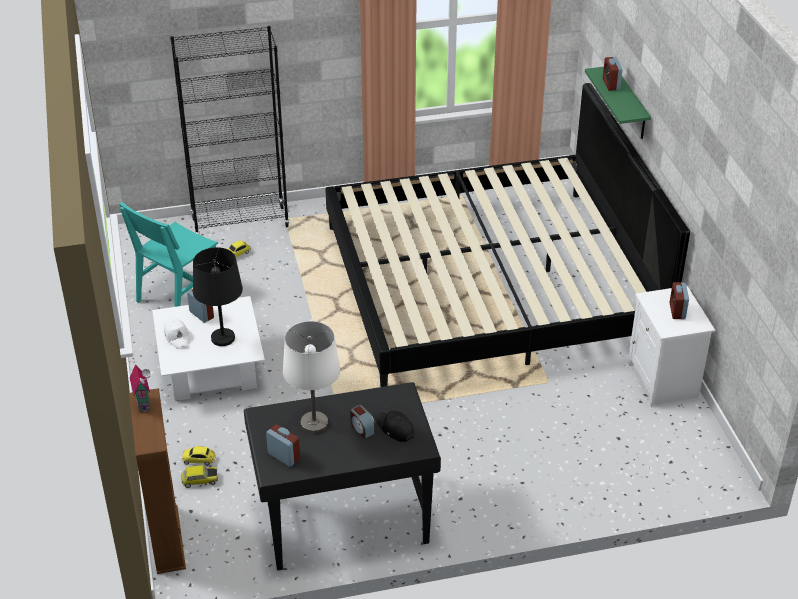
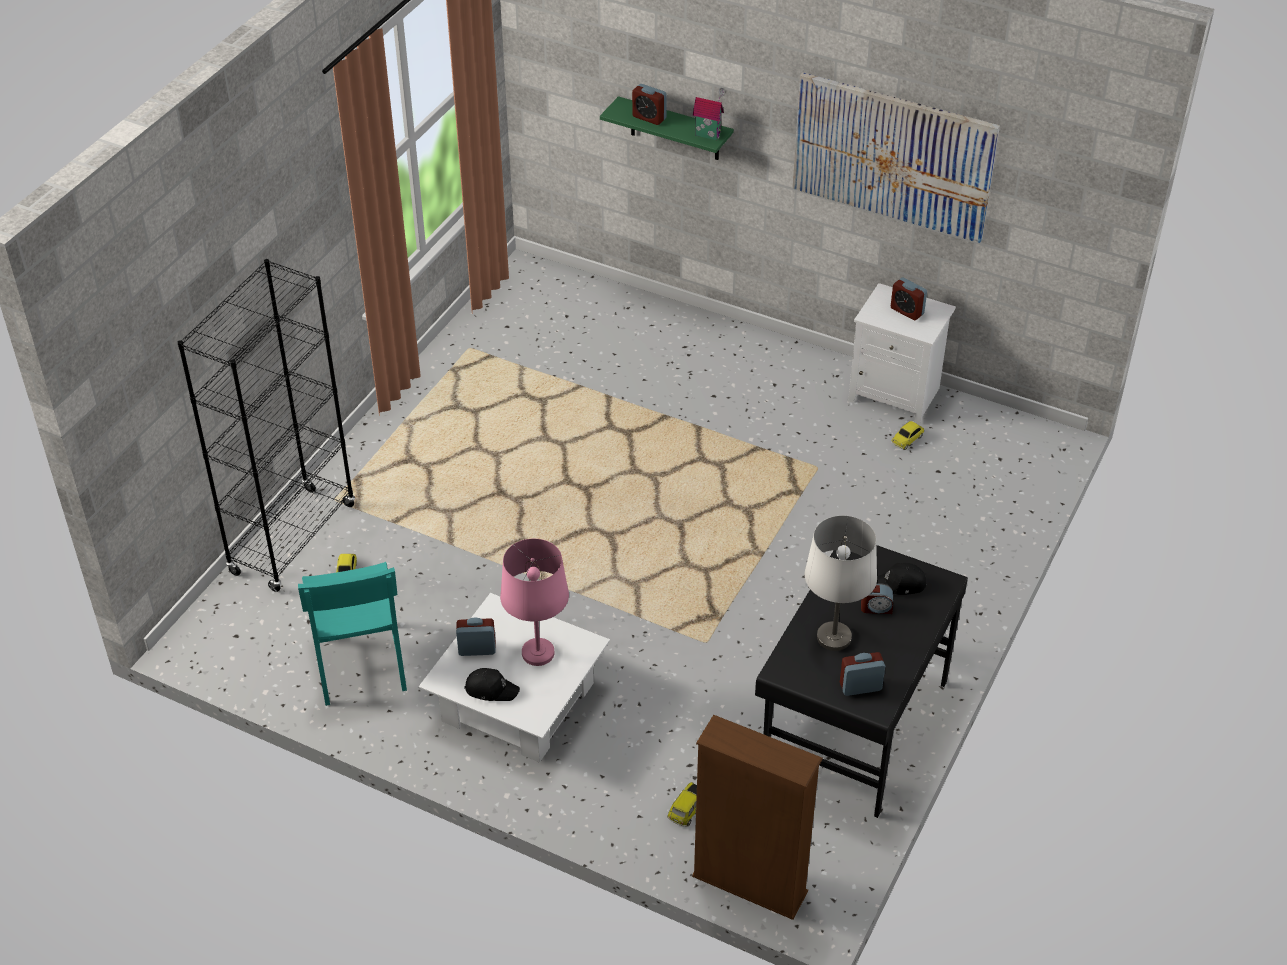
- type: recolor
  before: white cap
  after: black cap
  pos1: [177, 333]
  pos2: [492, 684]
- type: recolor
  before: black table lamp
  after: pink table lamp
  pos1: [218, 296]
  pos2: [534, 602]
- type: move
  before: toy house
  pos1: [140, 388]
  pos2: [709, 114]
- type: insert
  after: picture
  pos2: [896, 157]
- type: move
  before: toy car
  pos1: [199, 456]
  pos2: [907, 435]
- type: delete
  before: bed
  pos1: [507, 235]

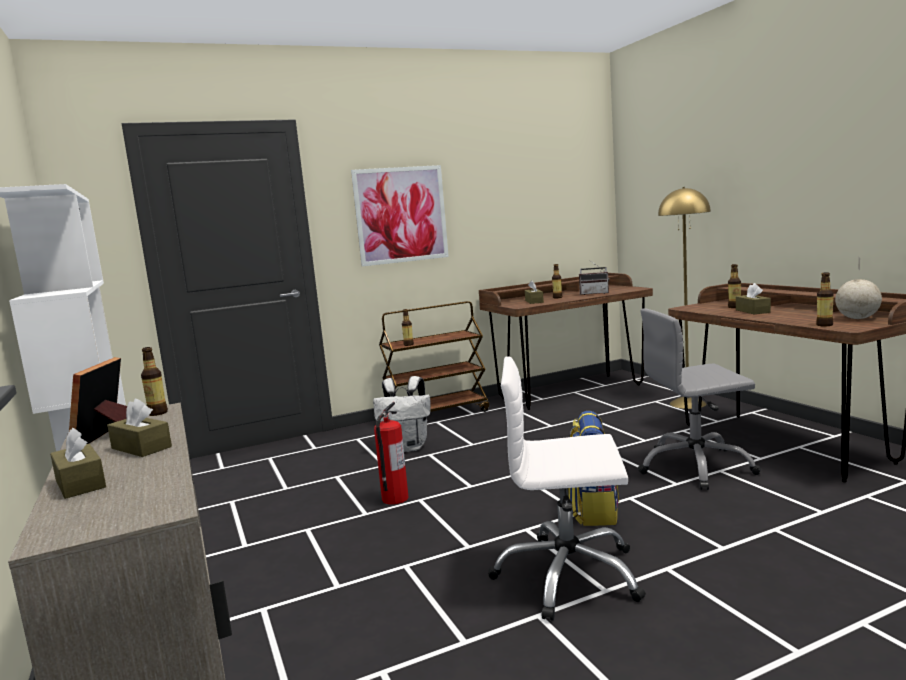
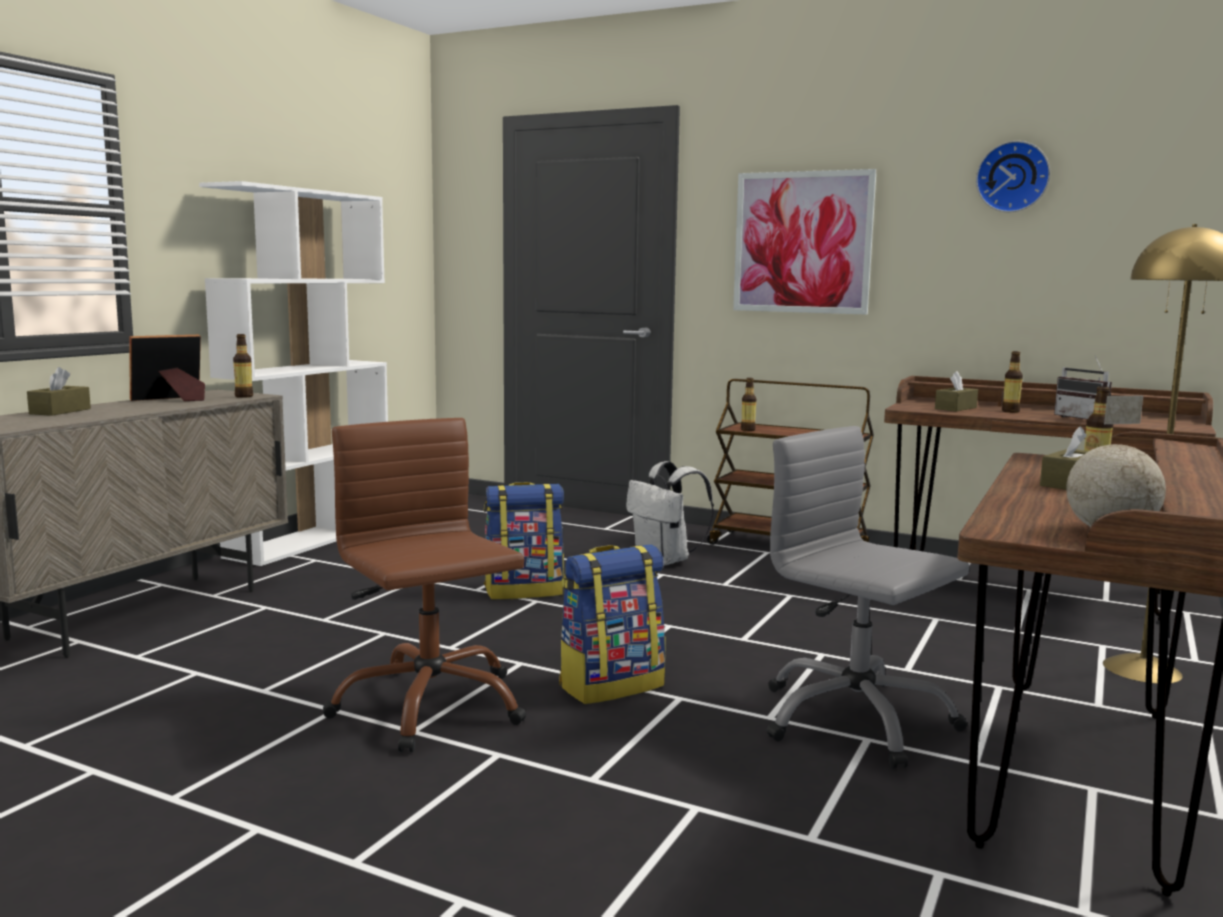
- type: recolor
  before: white office chair
  after: brown office chair
  pos1: [567, 489]
  pos2: [425, 585]
- type: replace
  before: fire extinguisher
  after: backpack
  pos1: [391, 453]
  pos2: [524, 540]
- type: insert
  after: wall clock
  pos2: [1013, 176]
- type: delete
  before: brown tissue box
  pos1: [139, 428]
- type: delete
  before: bottle
  pos1: [825, 299]

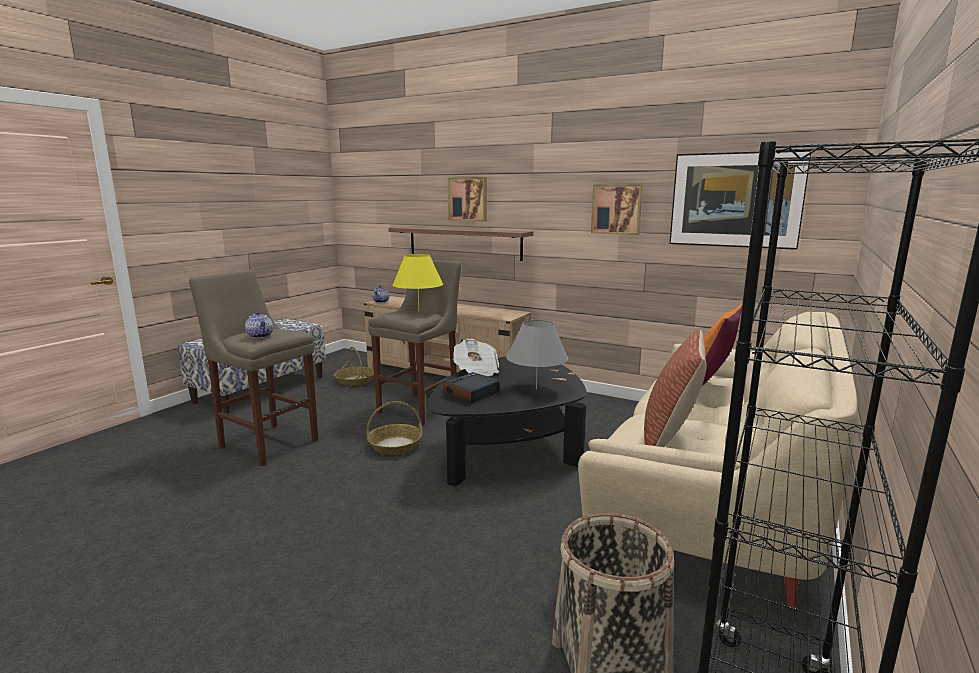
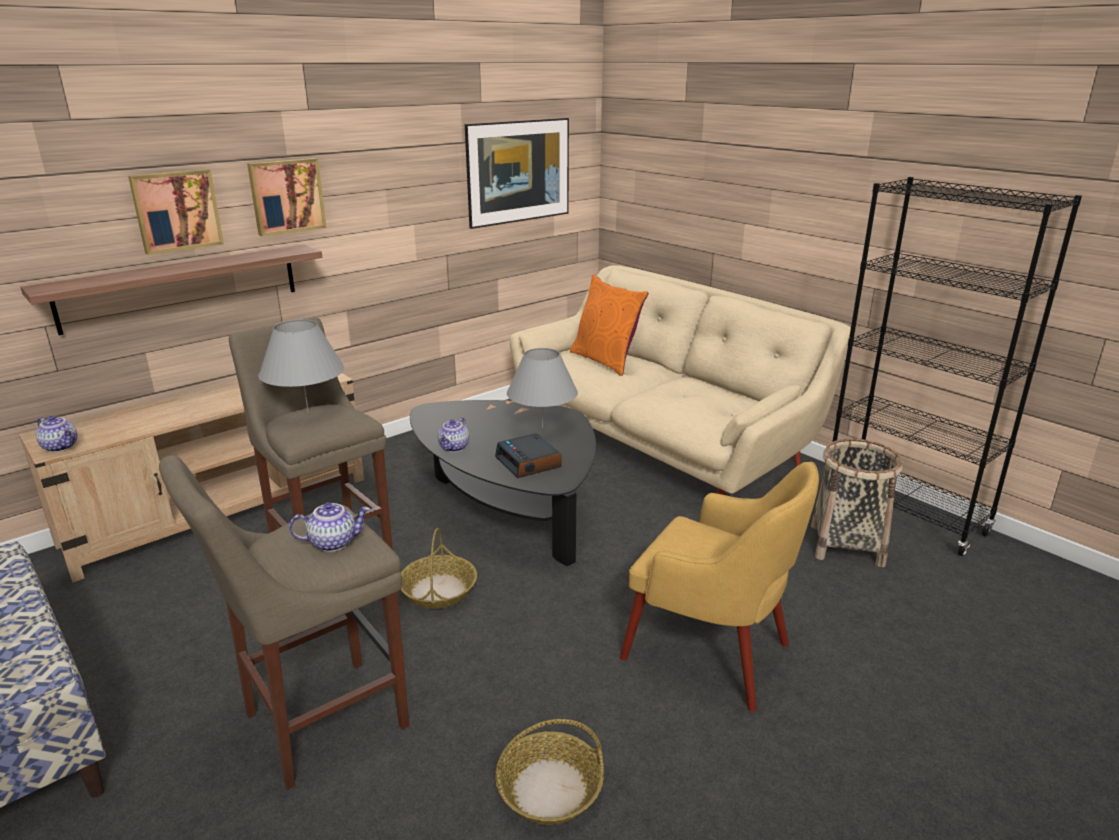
- type: move
  before: picture
  pos1: [617, 209]
  pos2: [287, 197]
- type: recolor
  before: yellow table lamp
  after: grey table lamp
  pos1: [418, 281]
  pos2: [302, 365]
- type: replace
  before: newspaper
  after: teapot
  pos1: [476, 357]
  pos2: [453, 434]
- type: move
  before: basket
  pos1: [354, 366]
  pos2: [549, 772]
- type: insert
  after: yellow armchair
  pos2: [719, 587]
- type: delete
  before: pillow
  pos1: [675, 388]

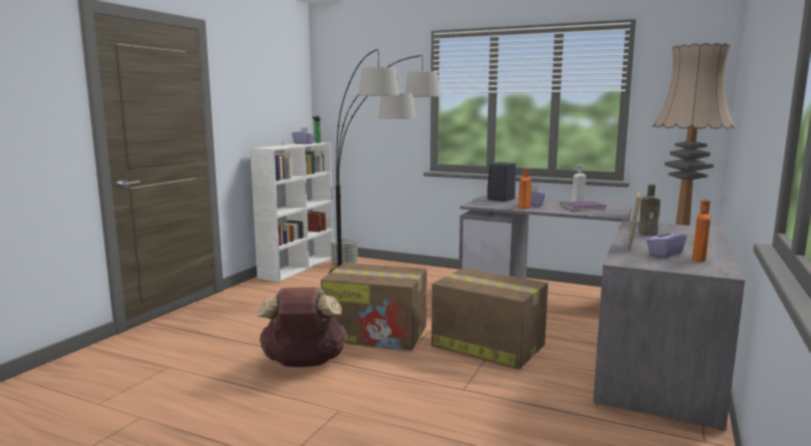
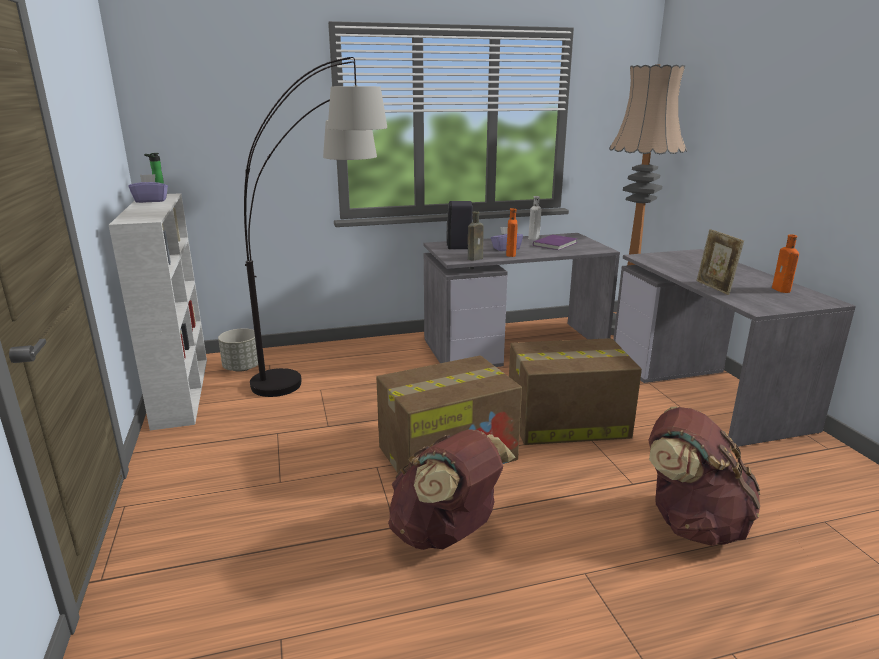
- type: move
  before: brown bottle
  pos1: [649, 209]
  pos2: [476, 235]
- type: insert
  after: brown backpack
  pos2: [704, 476]
- type: delete
  before: purple tissue box
  pos1: [666, 240]

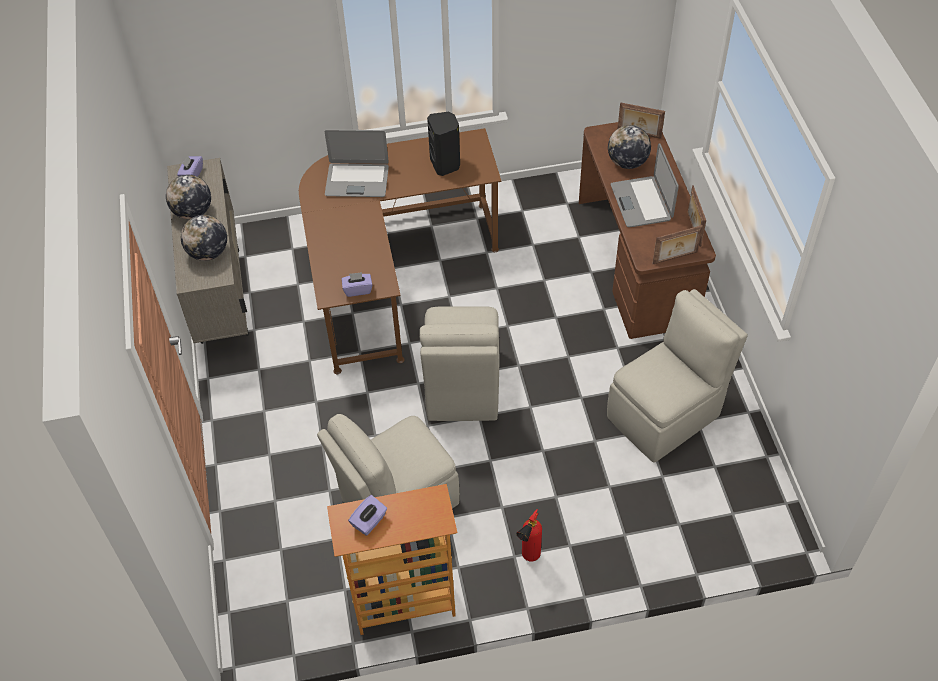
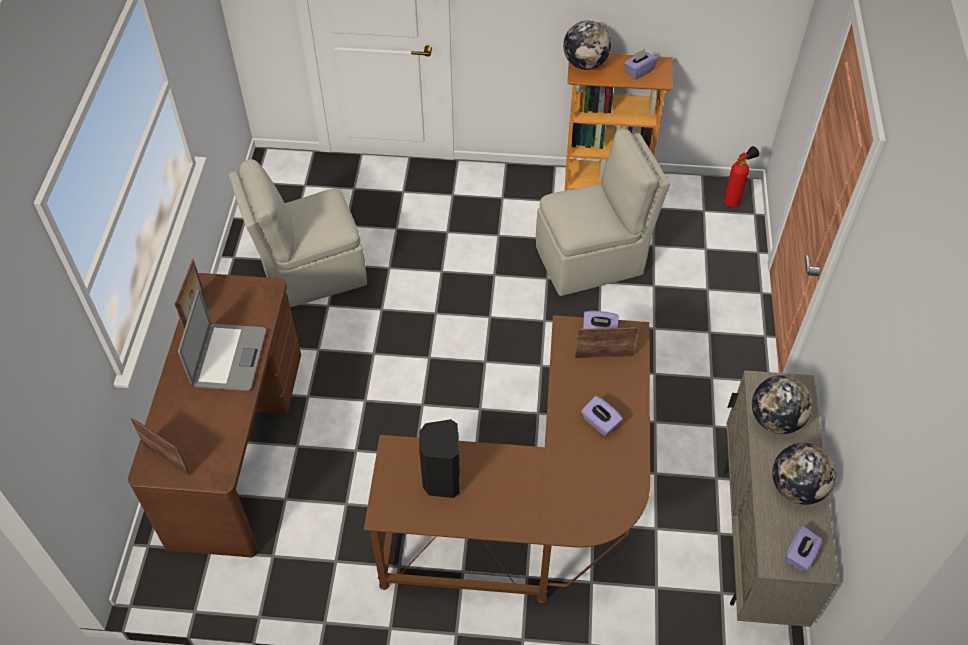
- type: move
  before: globe
  pos1: [629, 147]
  pos2: [587, 45]
- type: move
  before: picture frame
  pos1: [677, 244]
  pos2: [607, 342]
- type: insert
  after: purple tissue box
  pos2: [602, 416]
- type: move
  before: fire extinguisher
  pos1: [529, 535]
  pos2: [741, 177]
- type: delete
  before: laptop
  pos1: [357, 163]
- type: delete
  before: beige chair
  pos1: [459, 363]

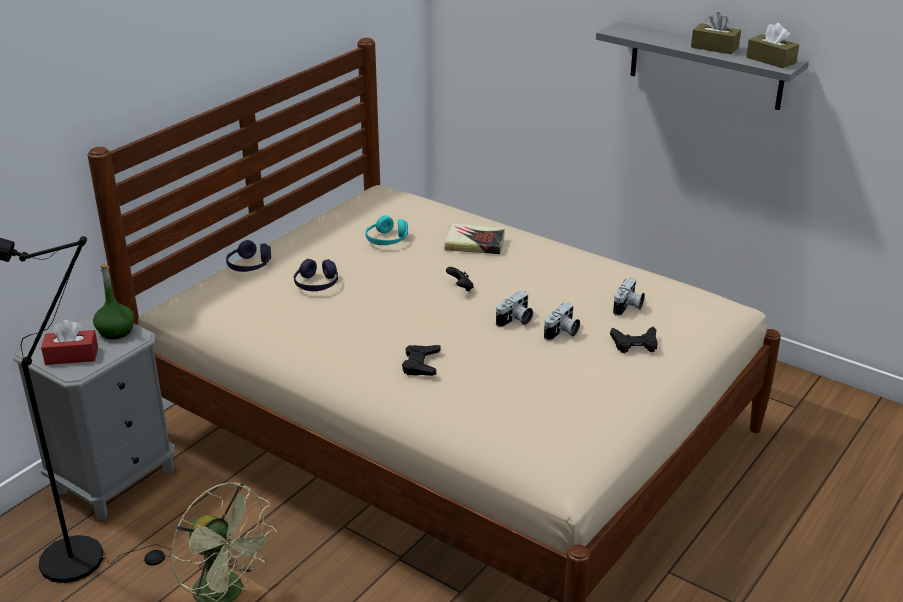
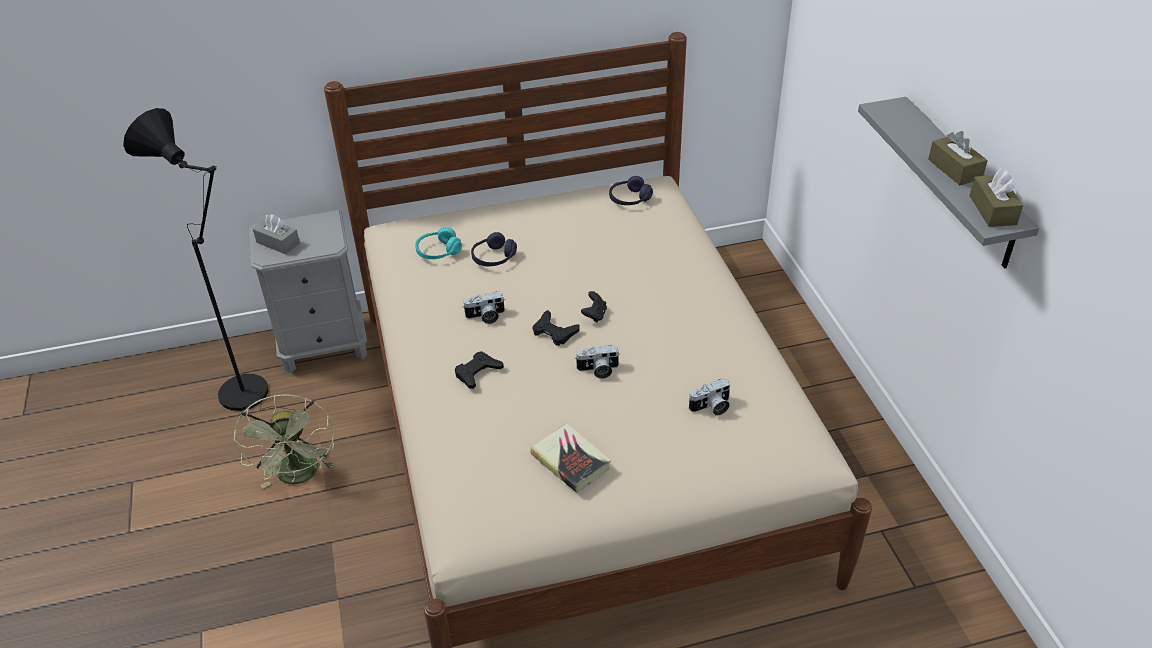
- type: recolor
  before: red tissue box
  after: grey tissue box
  pos1: [69, 342]
  pos2: [276, 234]
- type: move
  before: turquoise headphones
  pos1: [387, 230]
  pos2: [438, 243]
- type: move
  before: photo camera
  pos1: [562, 321]
  pos2: [484, 307]
- type: move
  before: book
  pos1: [474, 238]
  pos2: [571, 458]
- type: move
  before: black game controller
  pos1: [634, 340]
  pos2: [555, 328]
- type: move
  before: purple headphones
  pos1: [248, 256]
  pos2: [631, 190]
- type: delete
  before: green bottle
  pos1: [114, 301]

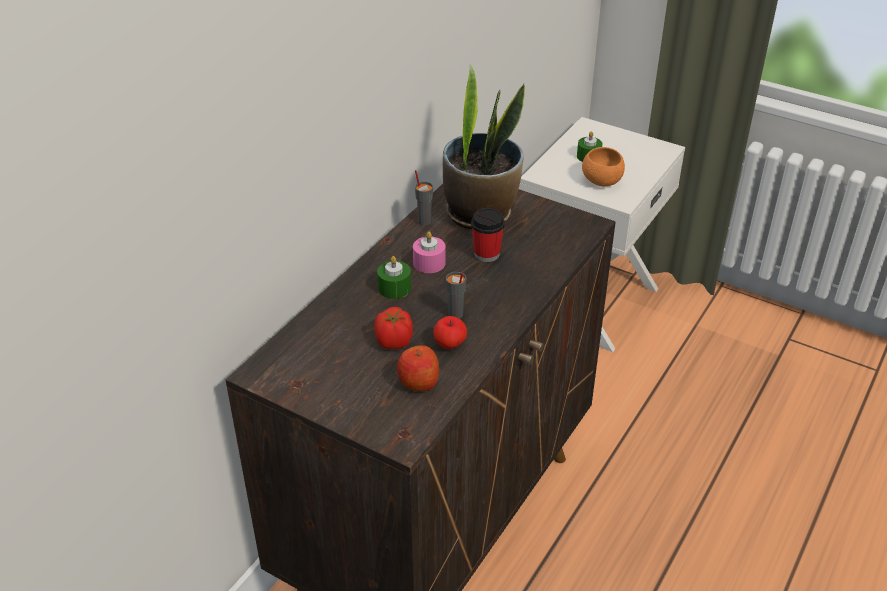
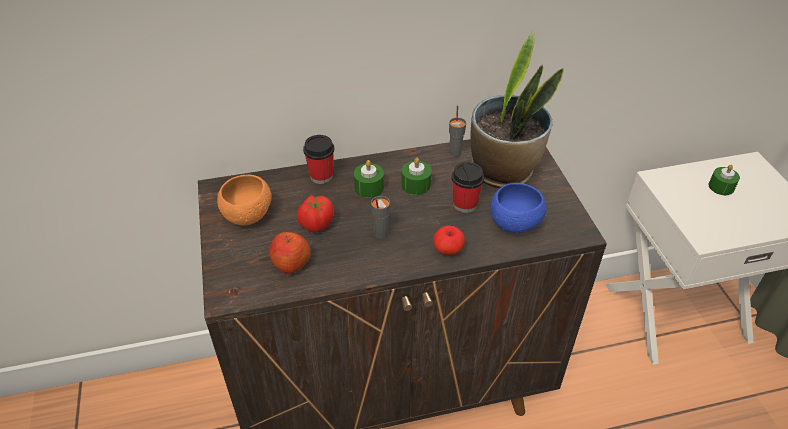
- type: move
  before: orange bowl
  pos1: [603, 167]
  pos2: [244, 200]
- type: insert
  after: cup
  pos2: [318, 159]
- type: recolor
  before: pink candle
  after: green candle
  pos1: [429, 252]
  pos2: [416, 176]
- type: move
  before: apple
  pos1: [450, 332]
  pos2: [449, 240]
- type: insert
  after: blue bowl
  pos2: [518, 208]

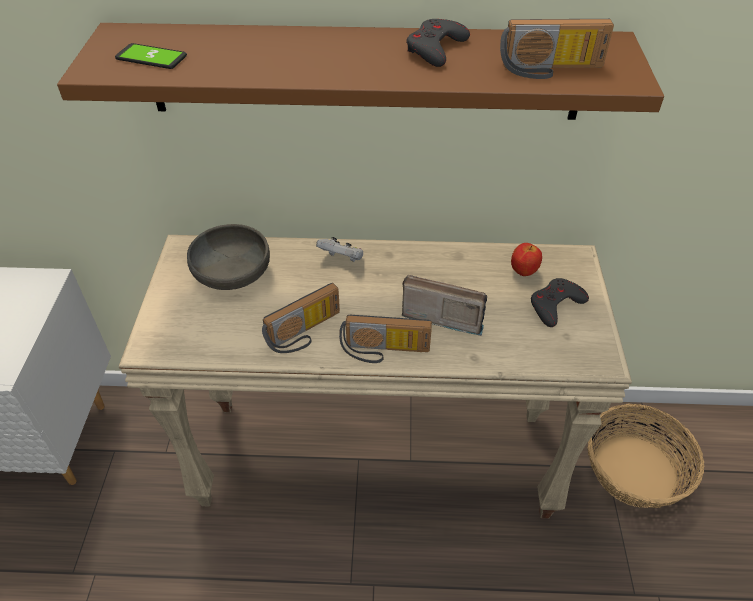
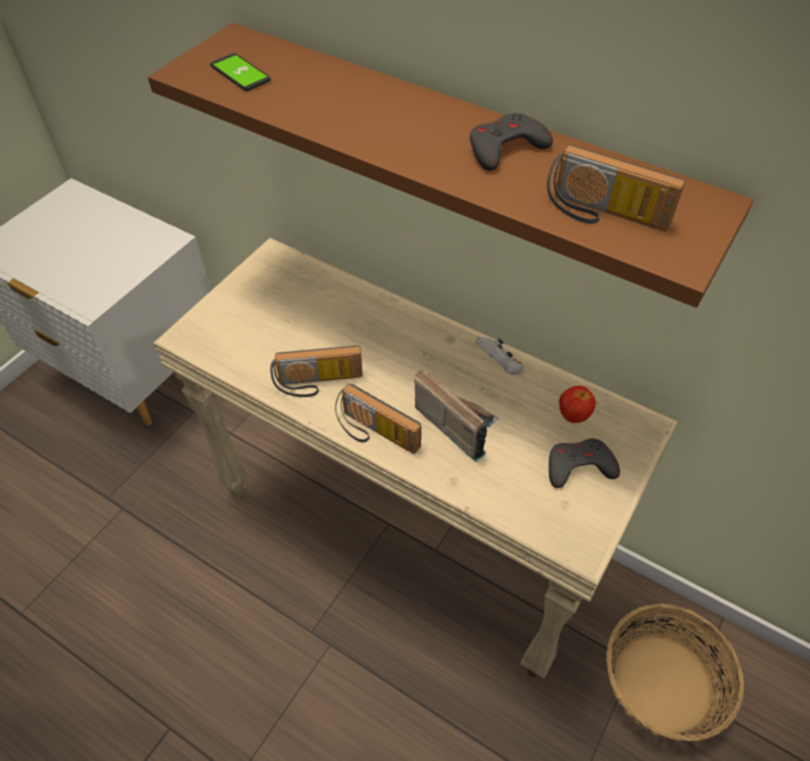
- type: move
  before: white game controller
  pos1: [339, 249]
  pos2: [499, 356]
- type: delete
  before: grey bowl
  pos1: [228, 257]

